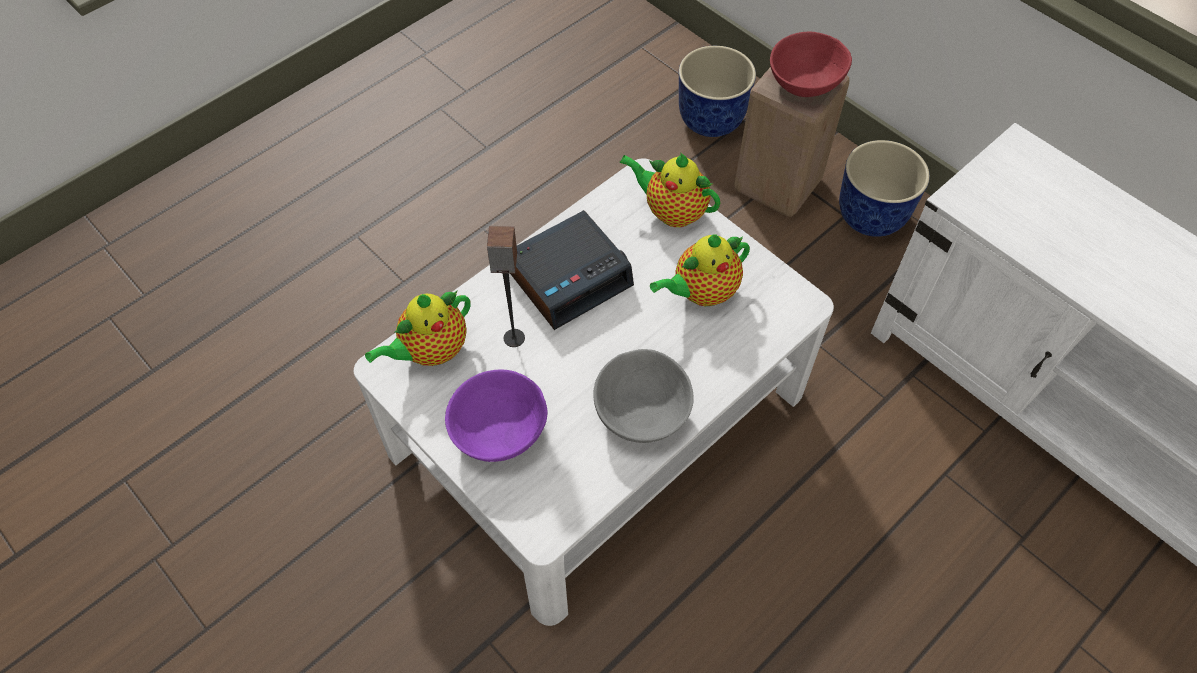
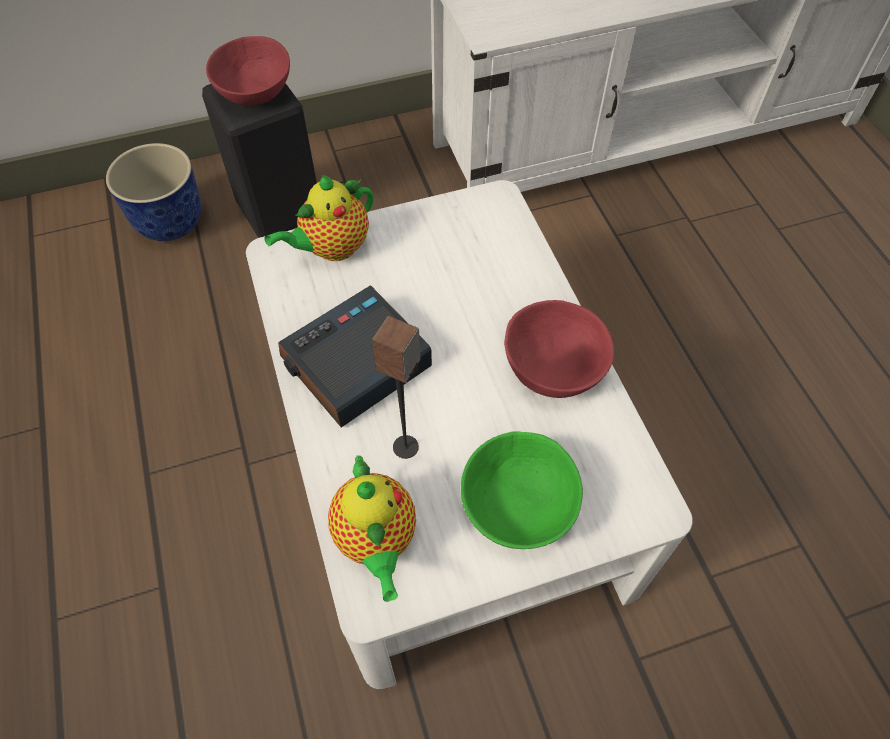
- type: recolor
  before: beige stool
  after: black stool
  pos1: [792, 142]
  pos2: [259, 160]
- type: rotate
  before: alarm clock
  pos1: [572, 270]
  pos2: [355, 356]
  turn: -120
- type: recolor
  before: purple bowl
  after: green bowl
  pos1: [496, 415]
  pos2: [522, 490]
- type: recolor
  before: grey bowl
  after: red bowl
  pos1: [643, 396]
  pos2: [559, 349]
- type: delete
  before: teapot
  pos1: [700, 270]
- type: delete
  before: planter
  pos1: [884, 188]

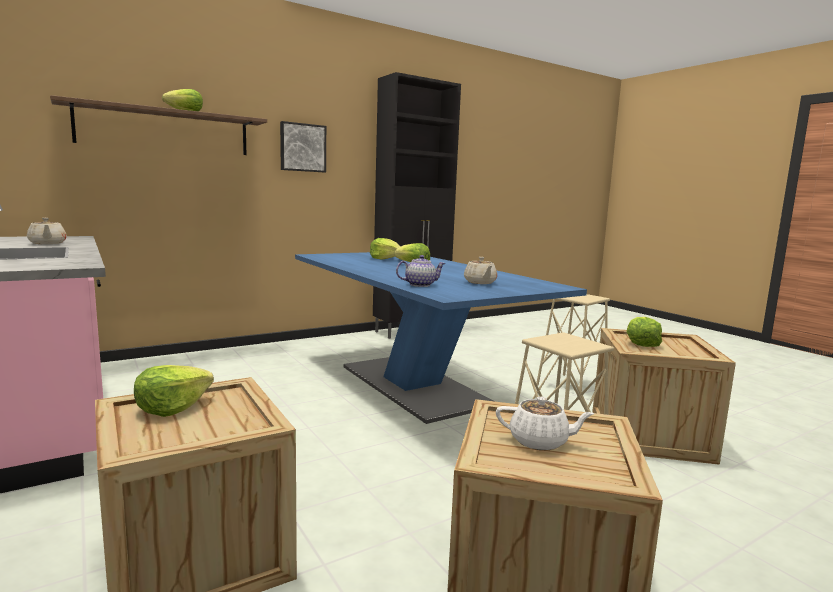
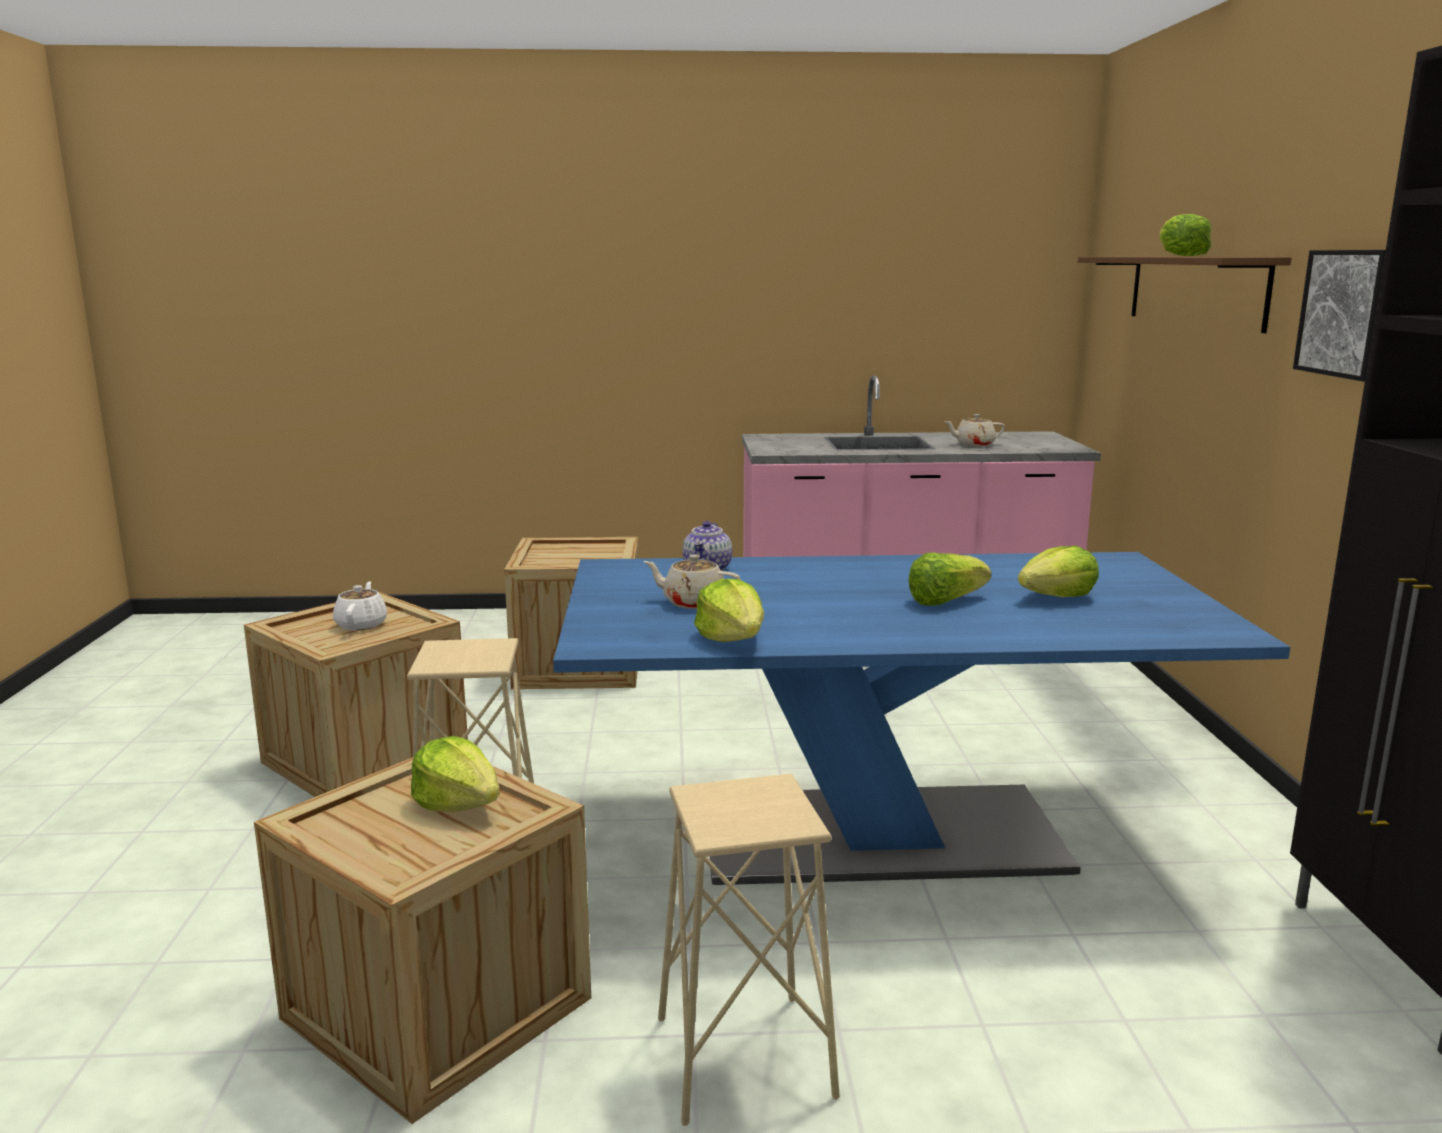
- type: rotate
  before: white teapot
  pos1: [545, 423]
  pos2: [360, 606]
  turn: 135
- type: move
  before: lettuce
  pos1: [174, 391]
  pos2: [729, 610]

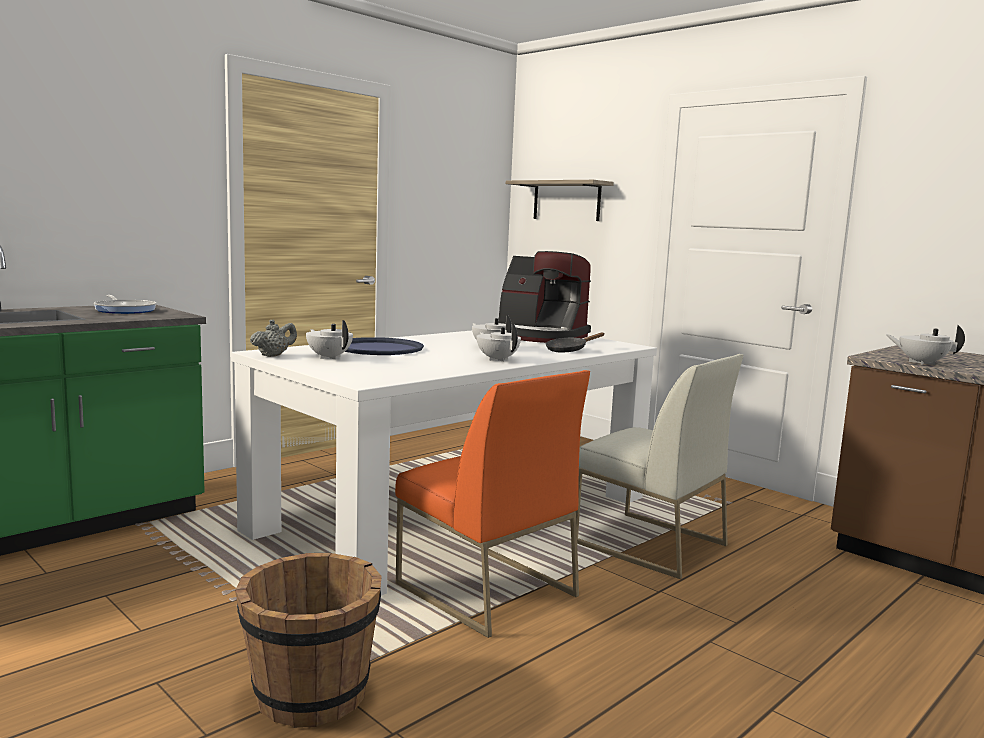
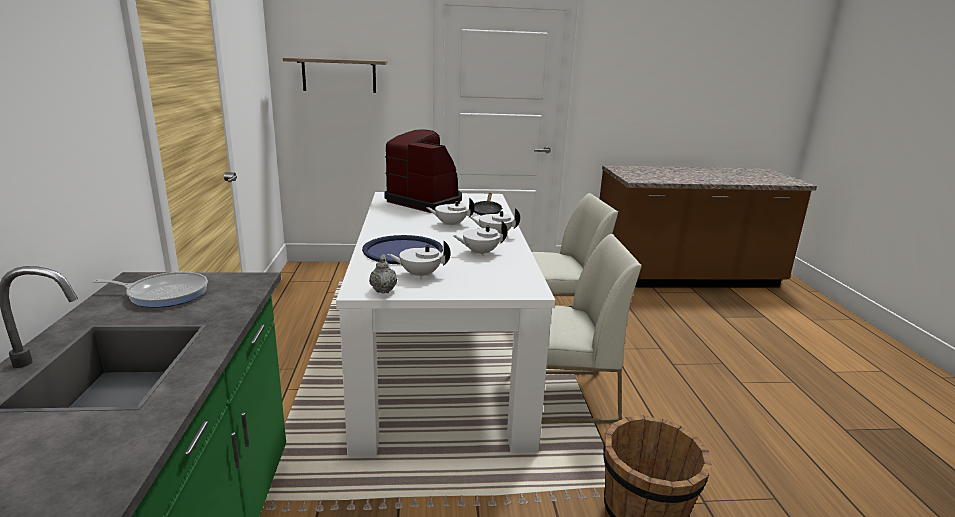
- type: rotate
  before: coffee machine
  pos1: [545, 297]
  pos2: [423, 171]
  turn: -120
- type: move
  before: white teapot
  pos1: [925, 345]
  pos2: [480, 238]
- type: recolor
  before: orange chair
  after: white chair
  pos1: [492, 504]
  pos2: [591, 329]

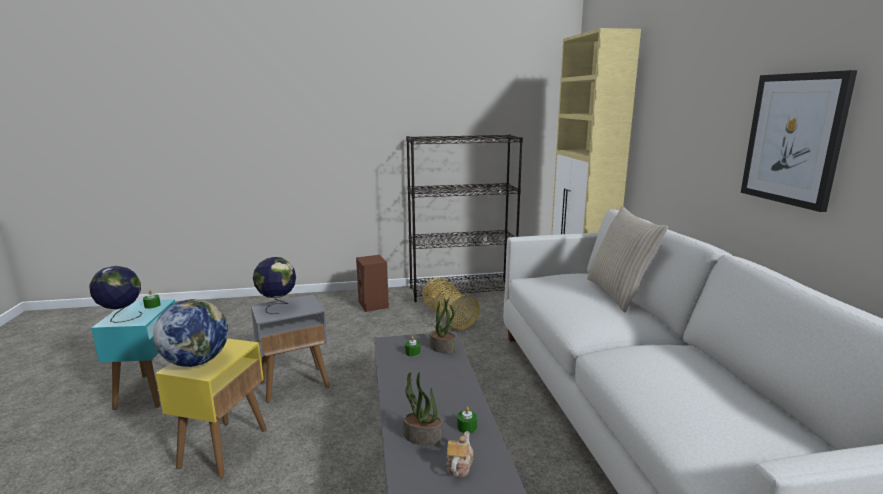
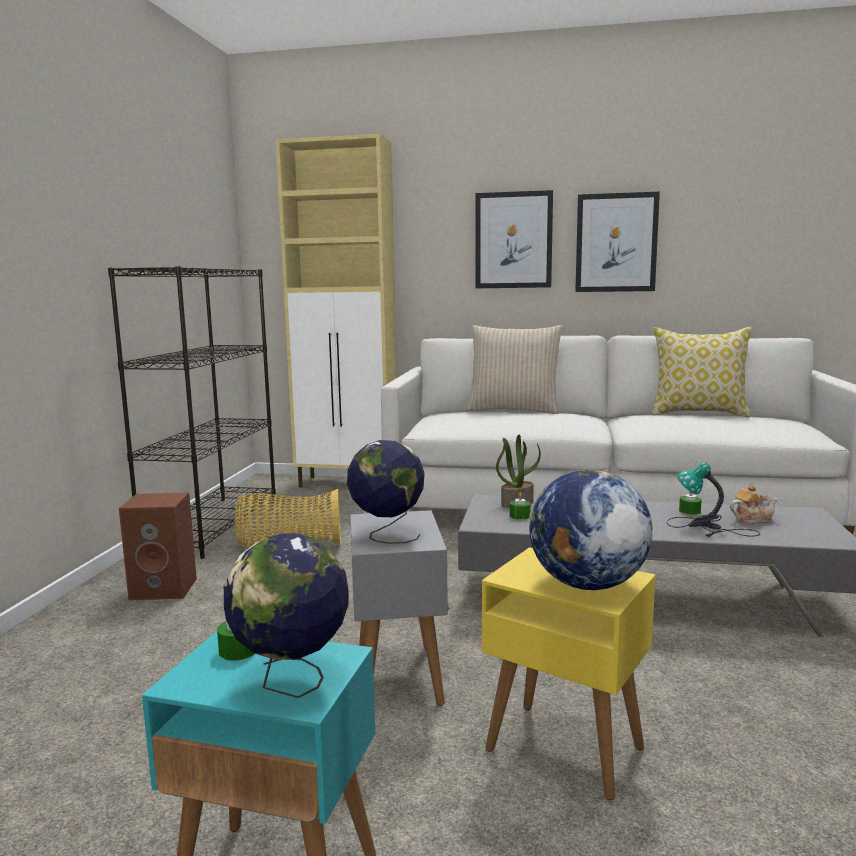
- type: insert
  after: picture
  pos2: [514, 239]
- type: insert
  after: pillow
  pos2: [702, 372]
- type: replace
  before: potted plant
  after: table lamp
  pos1: [423, 408]
  pos2: [713, 499]
- type: rotate
  before: teapot
  pos1: [459, 454]
  pos2: [754, 504]
  turn: 135

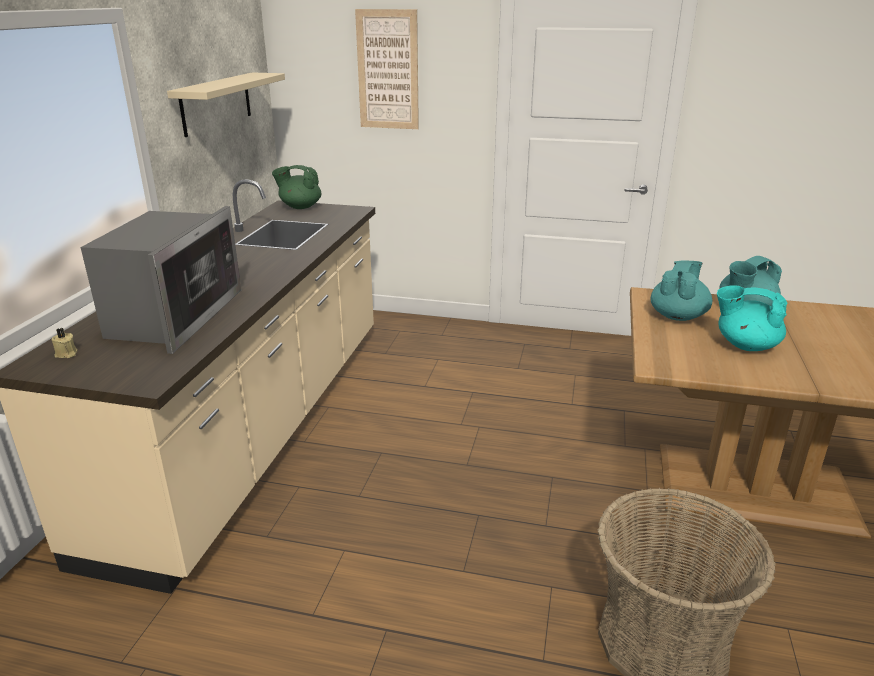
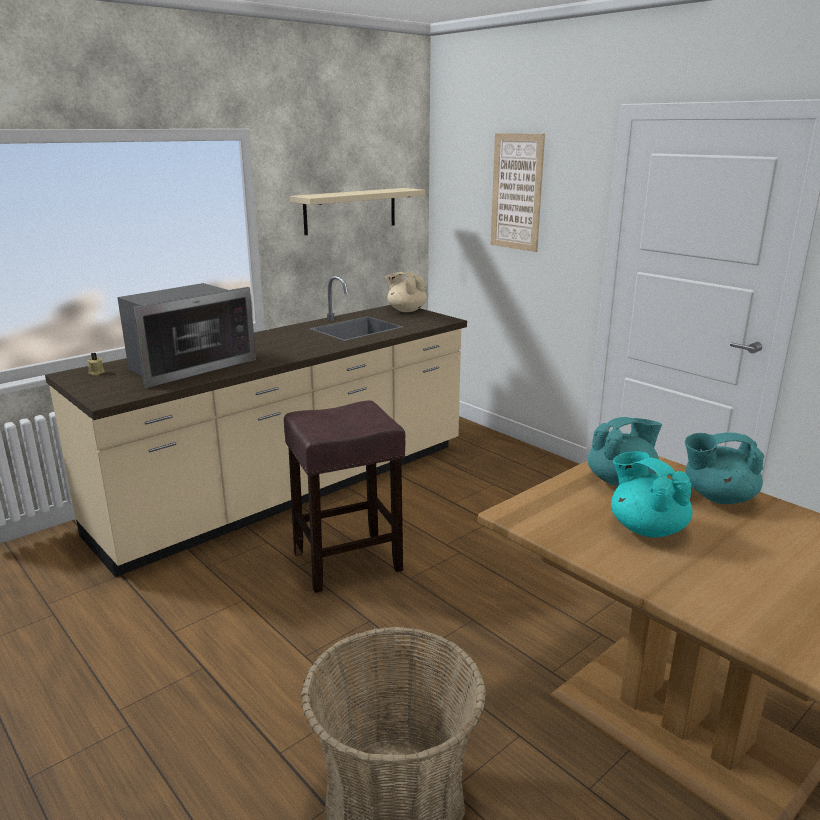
- type: insert
  after: brown stool
  pos2: [344, 496]
- type: recolor
  before: green teapot
  after: beige teapot
  pos1: [296, 187]
  pos2: [406, 292]

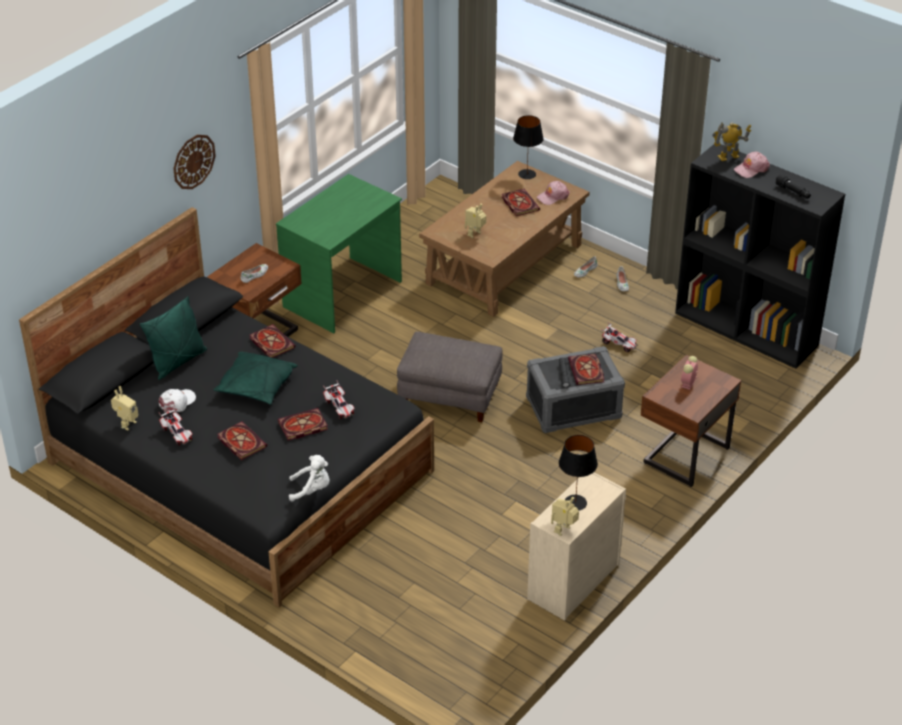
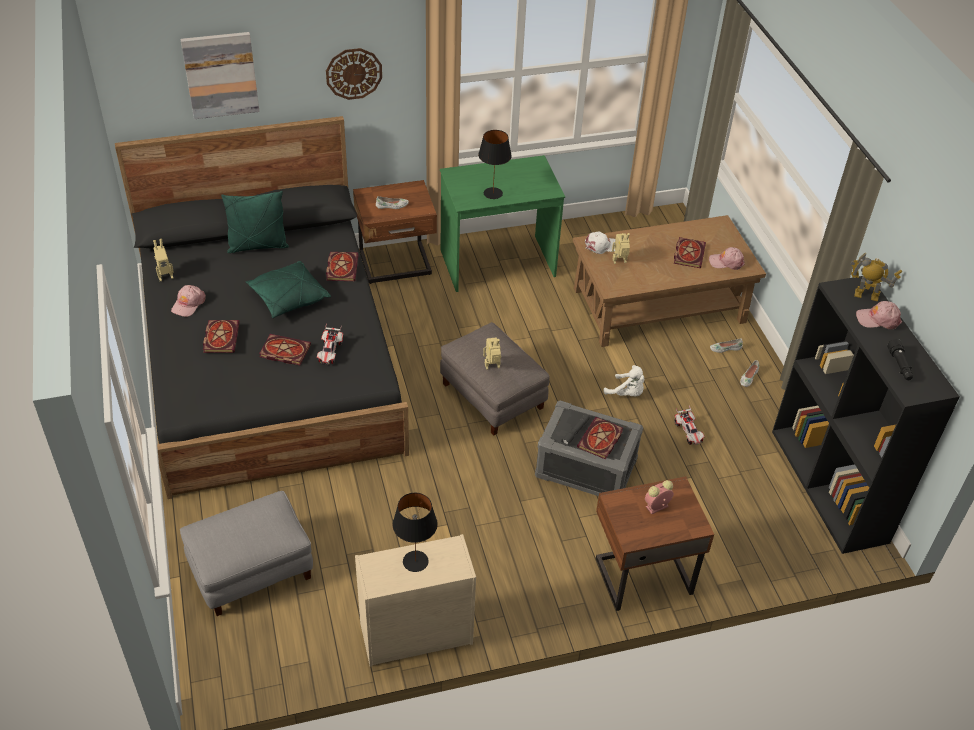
- type: replace
  before: toy car
  after: pink cap
  pos1: [176, 426]
  pos2: [188, 301]
- type: insert
  after: grey ottoman
  pos2: [246, 553]
- type: insert
  after: picture
  pos2: [220, 75]
- type: move
  before: black table lamp
  pos1: [528, 147]
  pos2: [495, 164]
- type: move
  before: toy robot
  pos1: [565, 516]
  pos2: [492, 354]
- type: move
  before: white cap
  pos1: [177, 400]
  pos2: [599, 243]
- type: move
  before: white plush toy
  pos1: [309, 478]
  pos2: [623, 380]

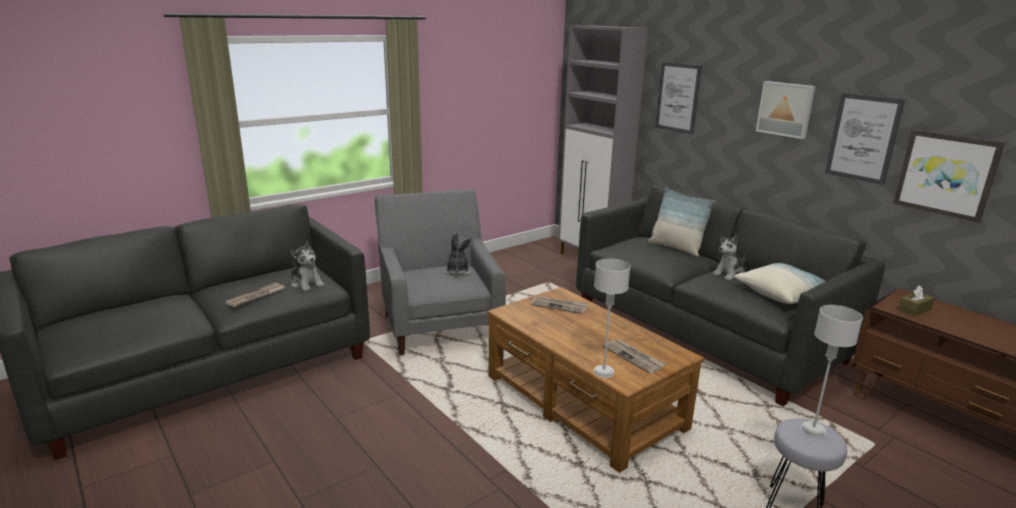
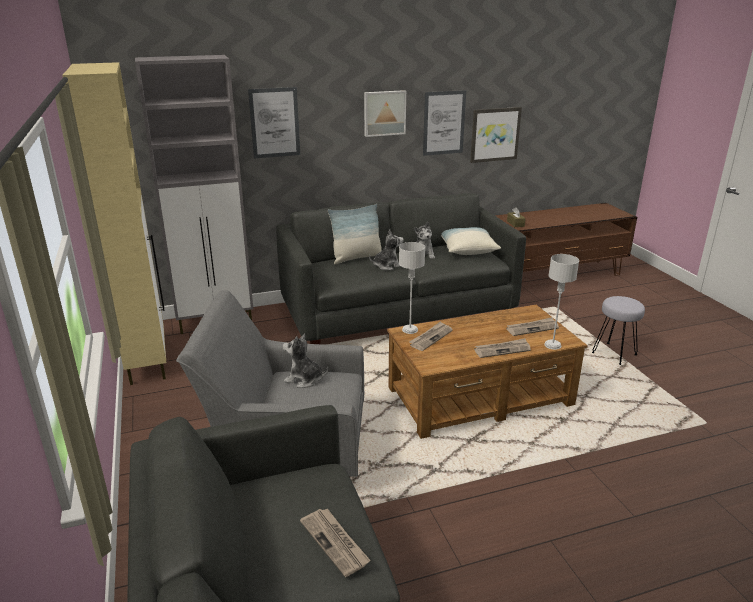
- type: insert
  after: beige cabinet
  pos2: [114, 223]
- type: move
  before: plush toy
  pos1: [307, 266]
  pos2: [386, 249]
- type: move
  before: grey table lamp
  pos1: [832, 371]
  pos2: [412, 288]
- type: insert
  after: newspaper
  pos2: [502, 348]

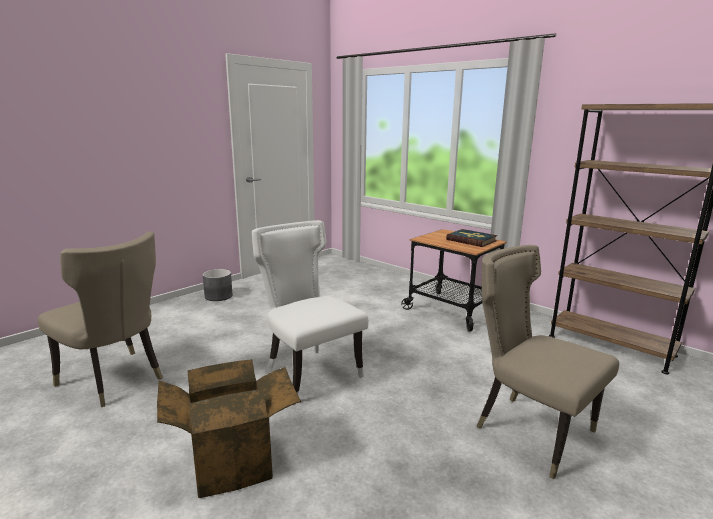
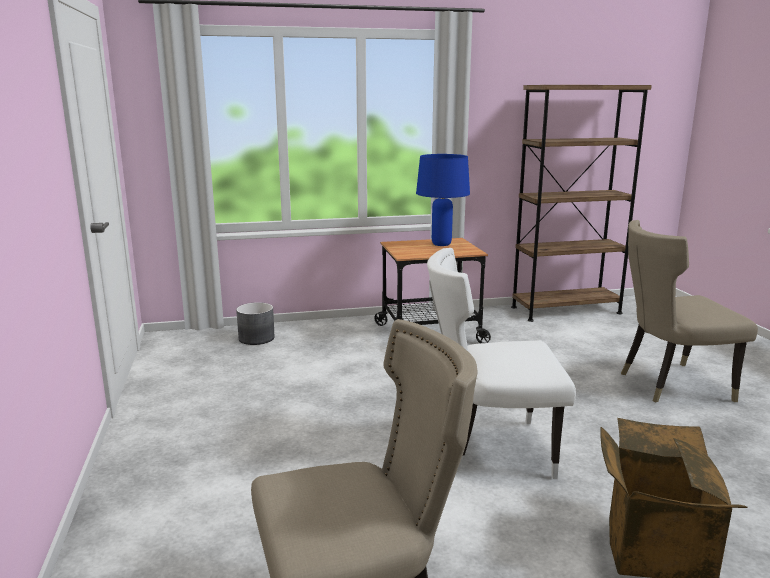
- type: move
  before: grey planter
  pos1: [217, 285]
  pos2: [255, 323]
- type: replace
  before: book
  after: blue table lamp
  pos1: [471, 238]
  pos2: [443, 200]

